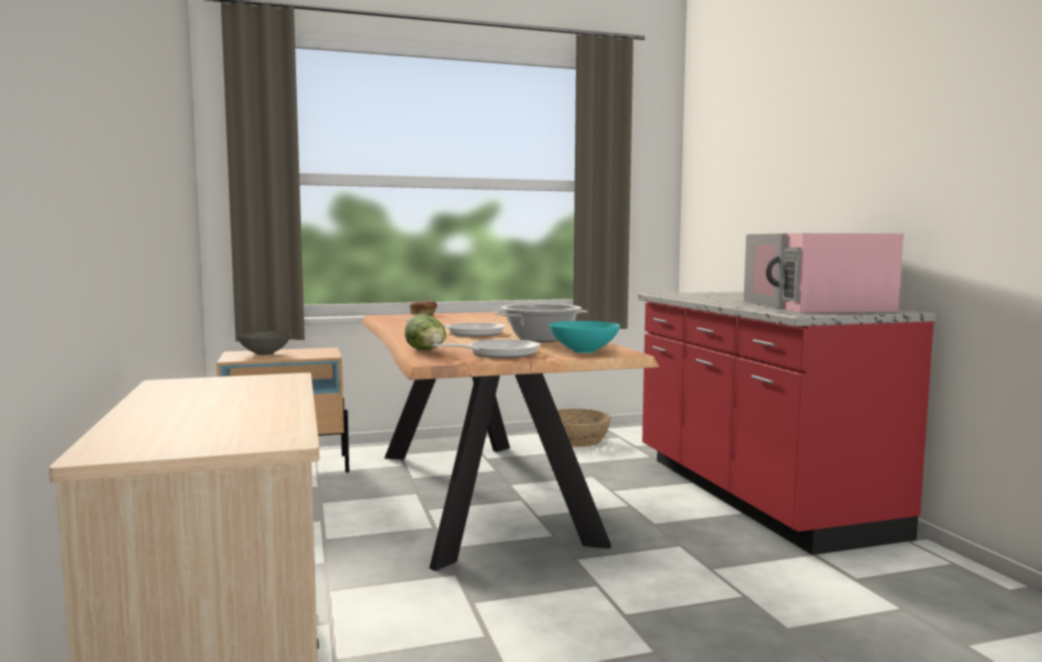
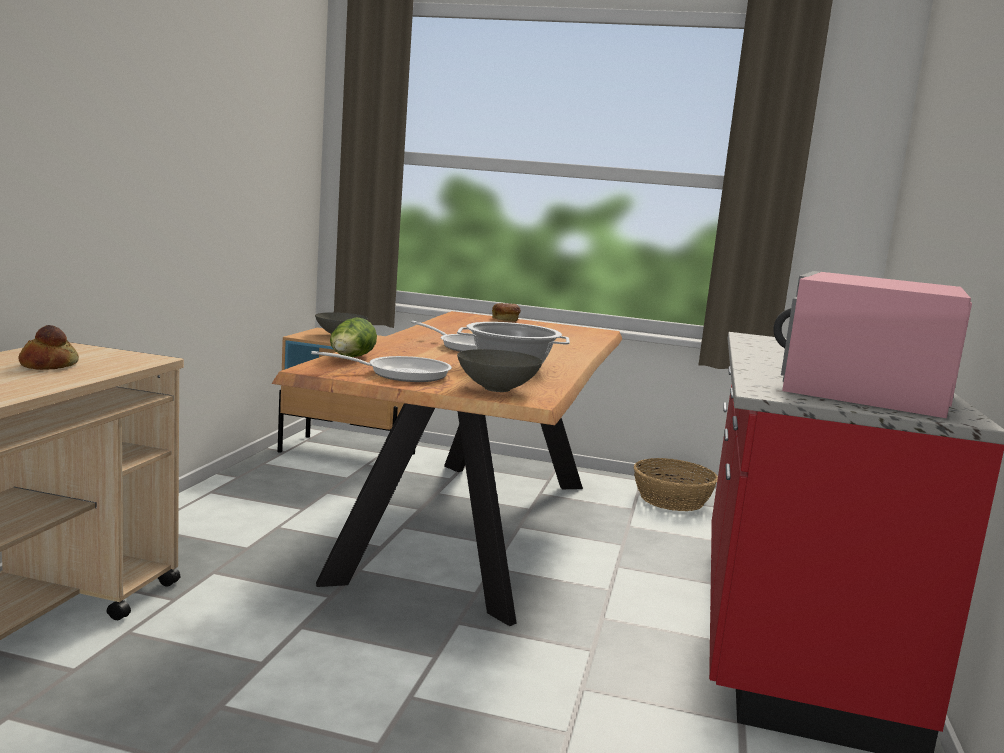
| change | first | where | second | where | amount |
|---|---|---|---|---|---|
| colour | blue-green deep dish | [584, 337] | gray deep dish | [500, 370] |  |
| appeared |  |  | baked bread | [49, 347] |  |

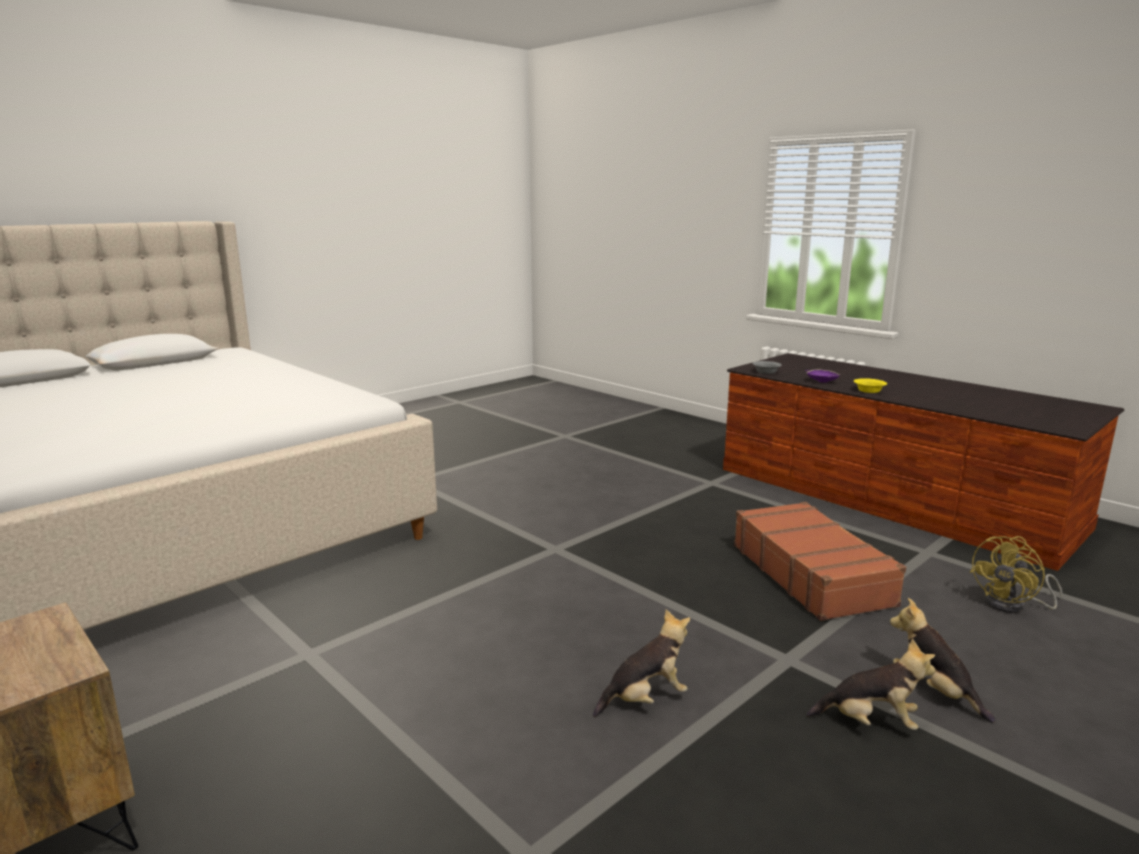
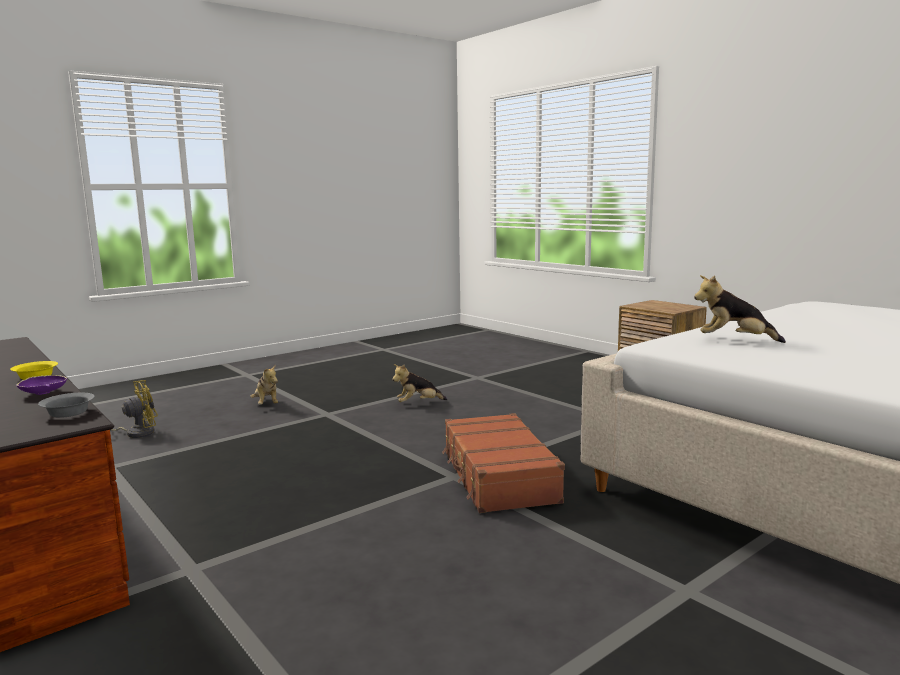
| change | first | where | second | where | amount |
|---|---|---|---|---|---|
| relocated | brownish travel case | [820, 561] |  | [503, 463] |  |
| relocated | soft toy | [870, 684] |  | [740, 309] |  |

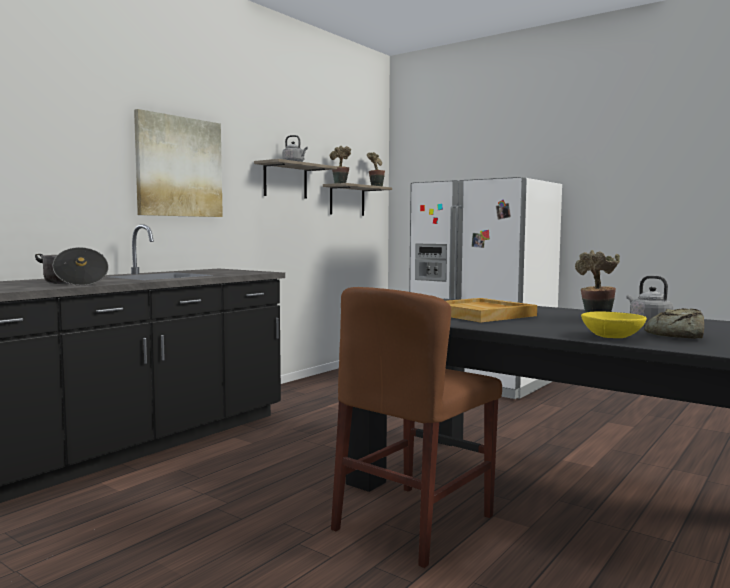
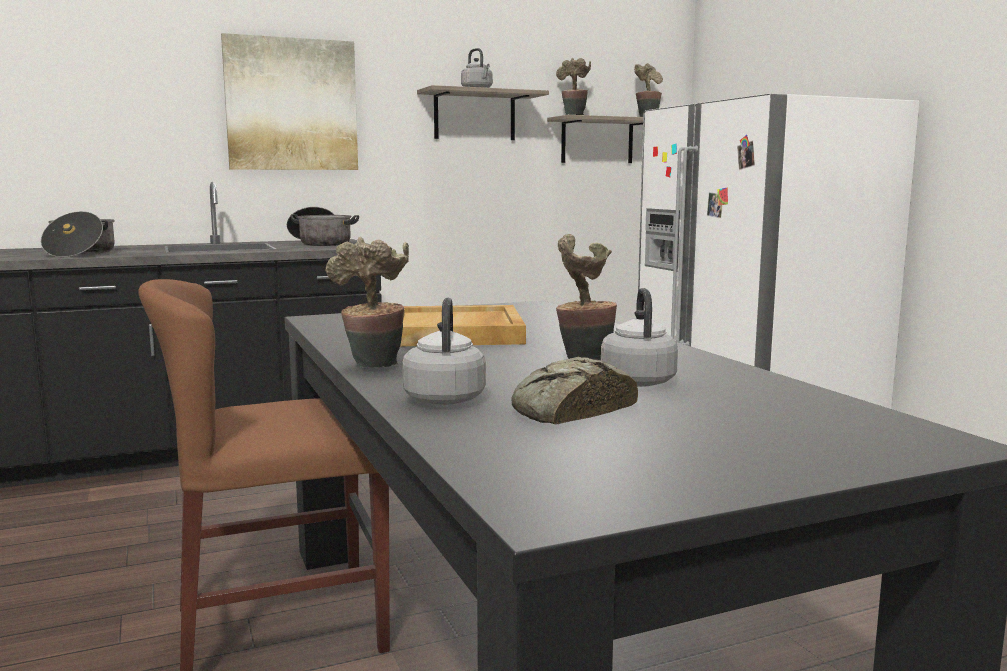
| change | first | where | second | where | amount |
|---|---|---|---|---|---|
| exchanged | yellowish deep dish | [614, 325] | gray water kettle | [444, 351] |  |
| appeared |  |  | cooking pot | [323, 226] |  |
| appeared |  |  | potted plant | [367, 302] |  |

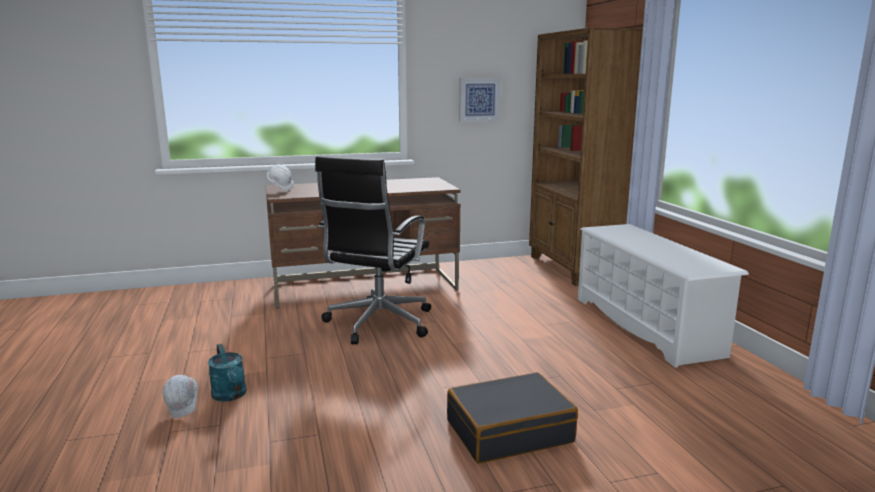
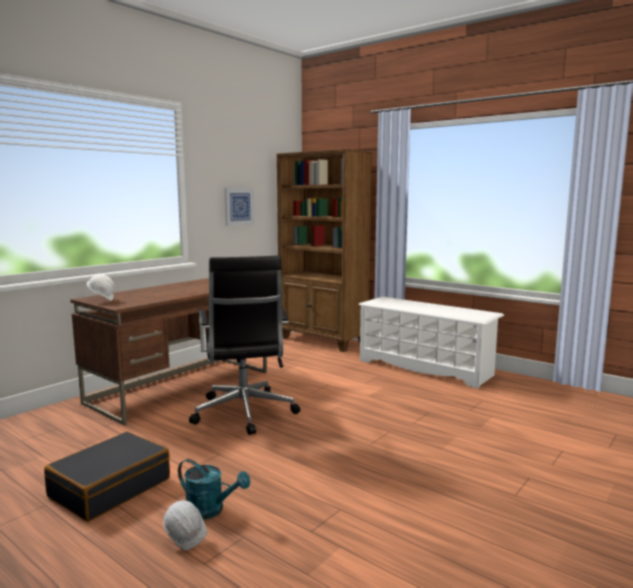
| change | first | where | second | where | amount |
|---|---|---|---|---|---|
| relocated | black travel case | [512, 418] |  | [107, 477] |  |

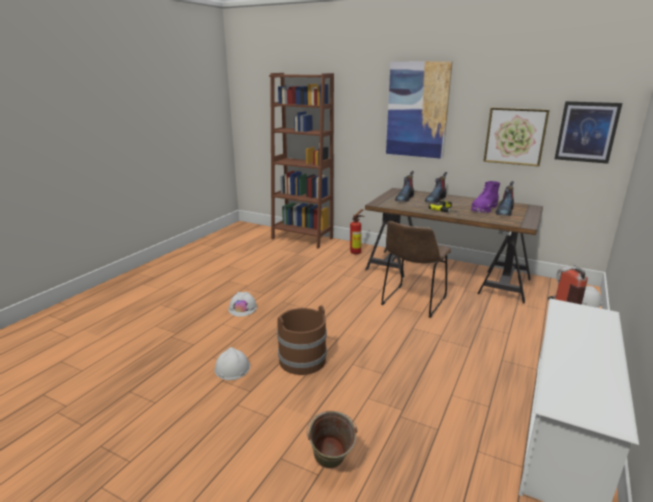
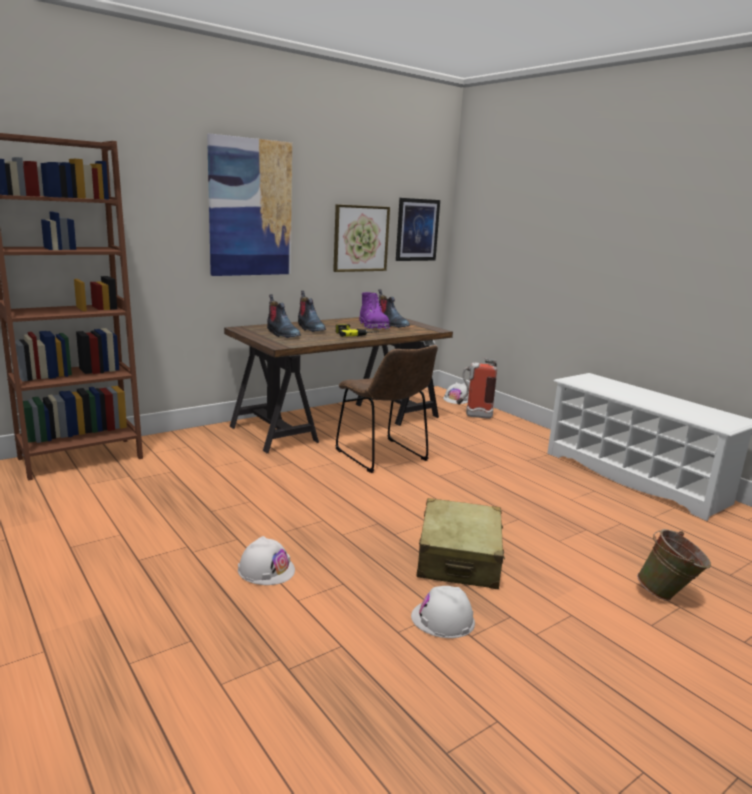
| change | first | where | second | where | amount |
|---|---|---|---|---|---|
| exchanged | brownish water bucket | [302, 340] | beige-coloured travel case | [460, 543] |  |
| missing | fire extinguisher | [357, 231] |  |  |  |

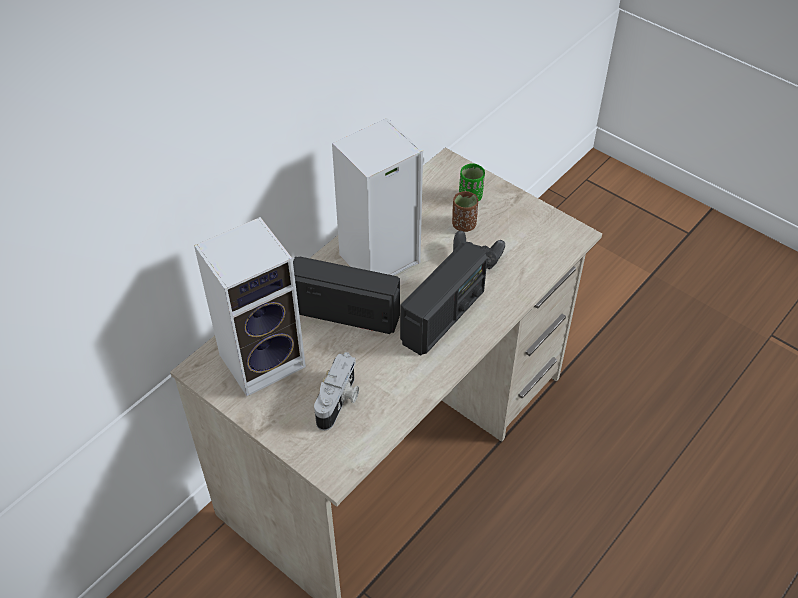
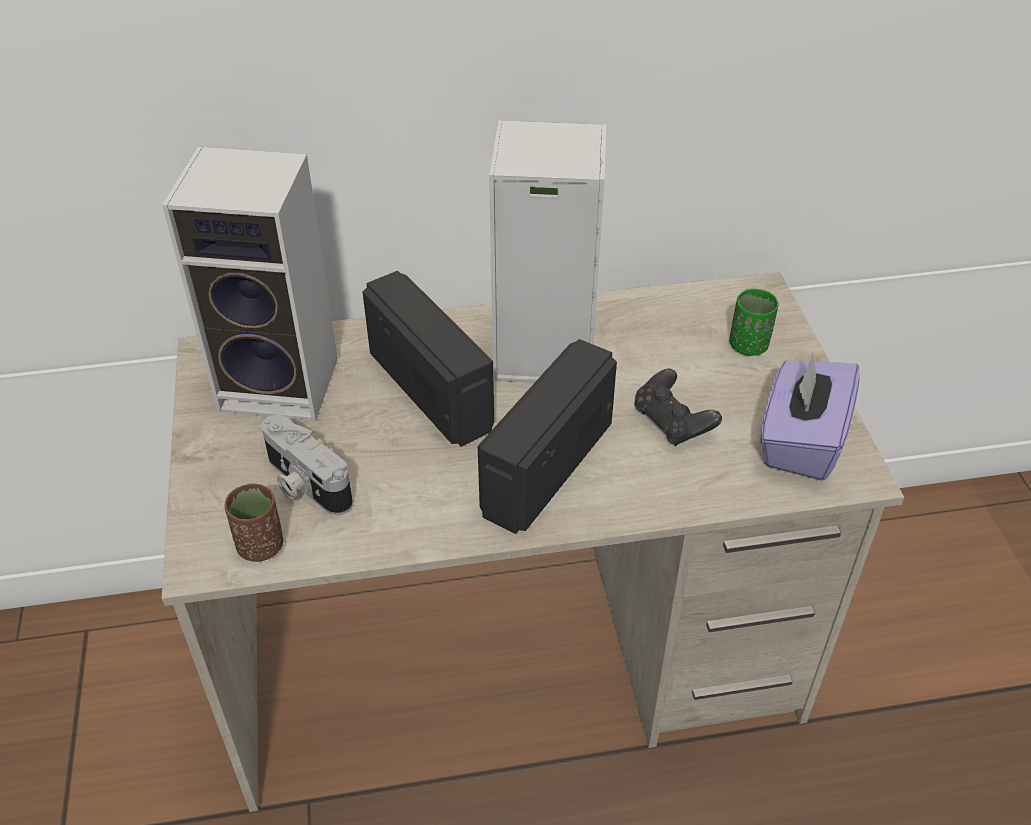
| change | first | where | second | where | amount |
|---|---|---|---|---|---|
| spun | photo camera | [336, 391] |  | [307, 465] | 75 degrees clockwise |
| spun | radio receiver | [443, 298] |  | [547, 436] | 135 degrees clockwise |
| relocated | brownish cup | [465, 211] |  | [254, 522] |  |
| appeared |  |  | purple box of tissues | [810, 416] |  |

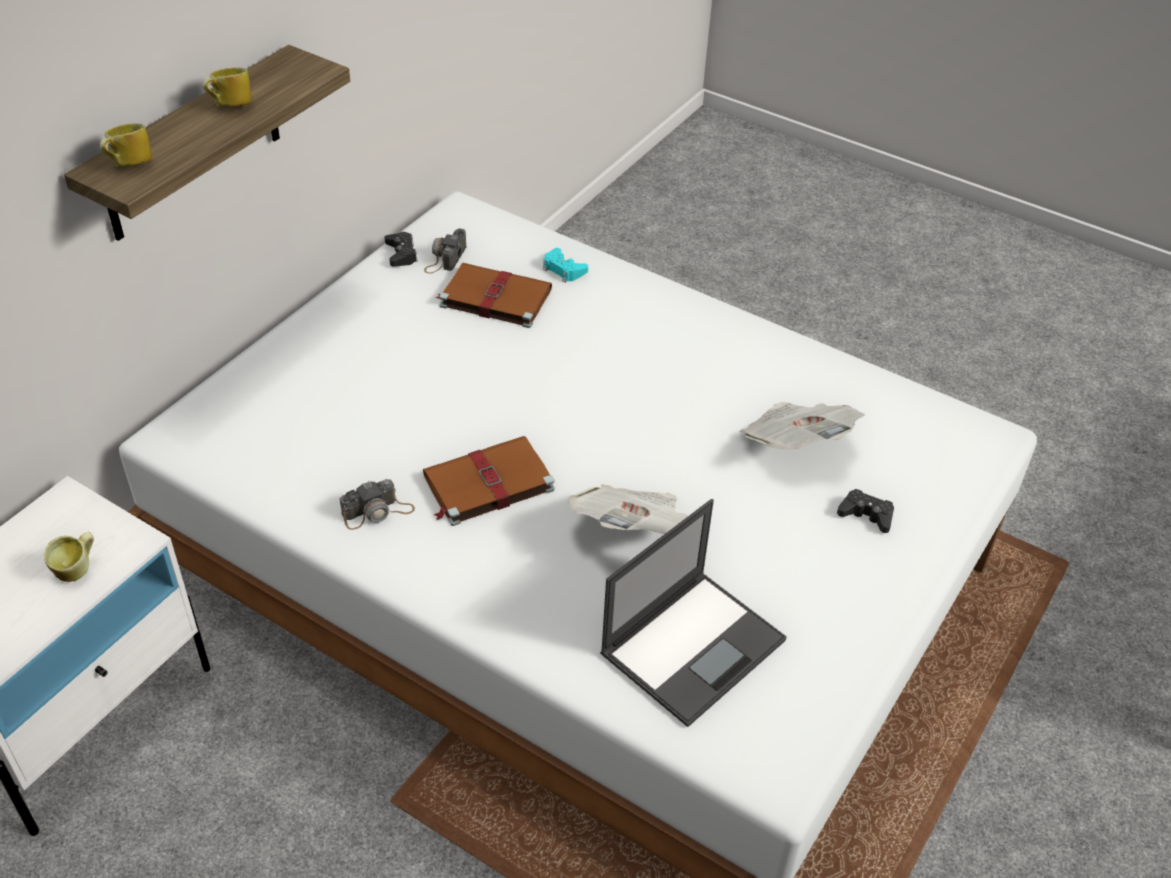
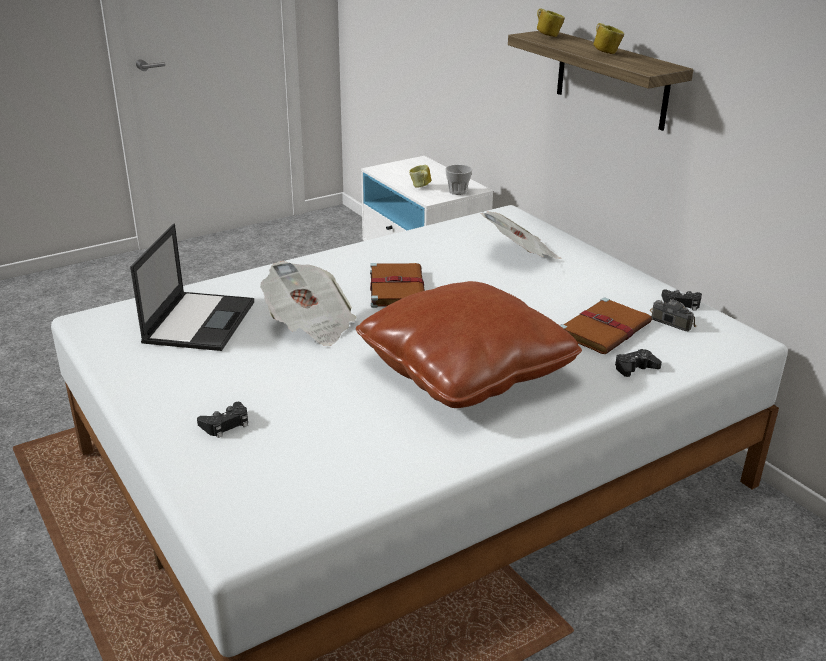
| change | first | where | second | where | amount |
|---|---|---|---|---|---|
| missing | photo camera | [377, 504] |  |  |  |
| colour | blue-green gamepad | [565, 265] | black gamepad | [638, 363] |  |
| spun | portable computer | [693, 613] |  | [192, 287] | 150 degrees counterclockwise |
| relocated | daily paper | [802, 426] |  | [521, 235] |  |
| appeared |  |  | brownish throw pillow | [469, 344] |  |
| appeared |  |  | cup | [458, 180] |  |

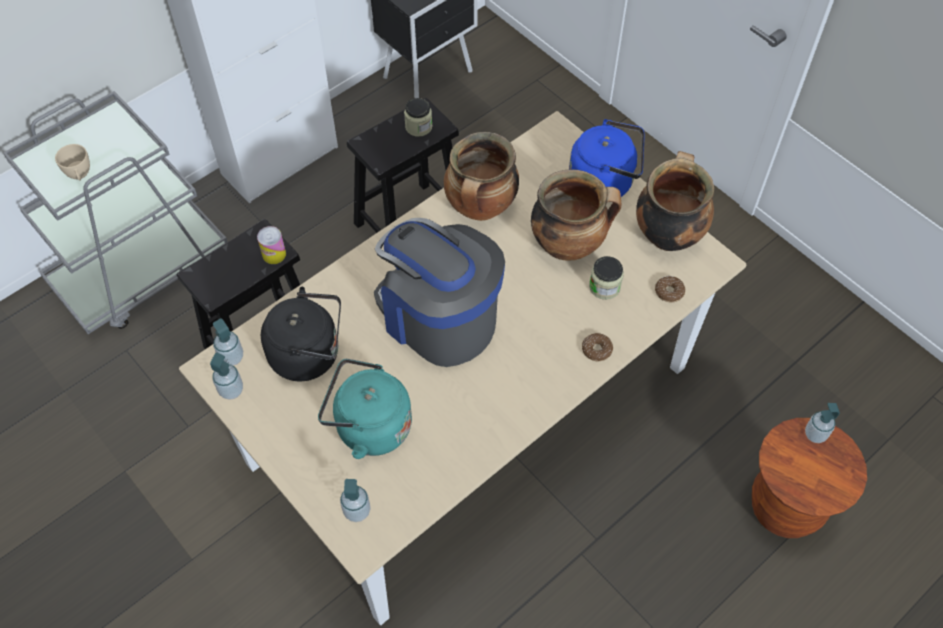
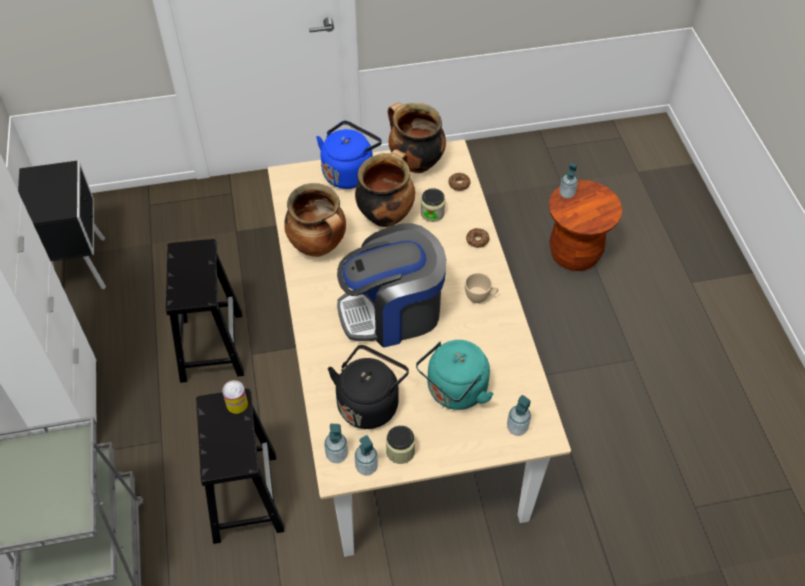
| change | first | where | second | where | amount |
|---|---|---|---|---|---|
| relocated | beige-coloured cup | [72, 162] |  | [482, 288] |  |
| relocated | storage jar | [418, 117] |  | [400, 445] |  |

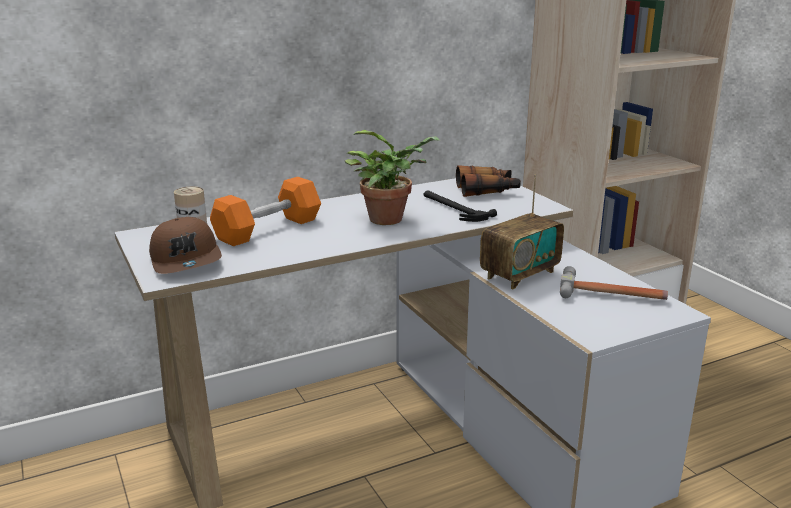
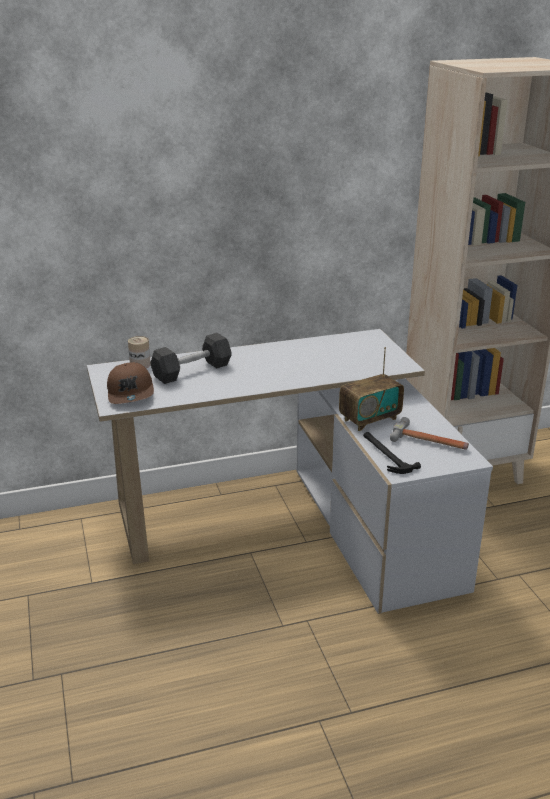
| change | first | where | second | where | amount |
|---|---|---|---|---|---|
| colour | orangey hand weight | [265, 211] | gray hand weight | [191, 358] |  |
| missing | potted plant | [392, 177] |  |  |  |
| relocated | tool hammer | [460, 206] |  | [392, 453] |  |
| missing | binoculars | [488, 181] |  |  |  |

